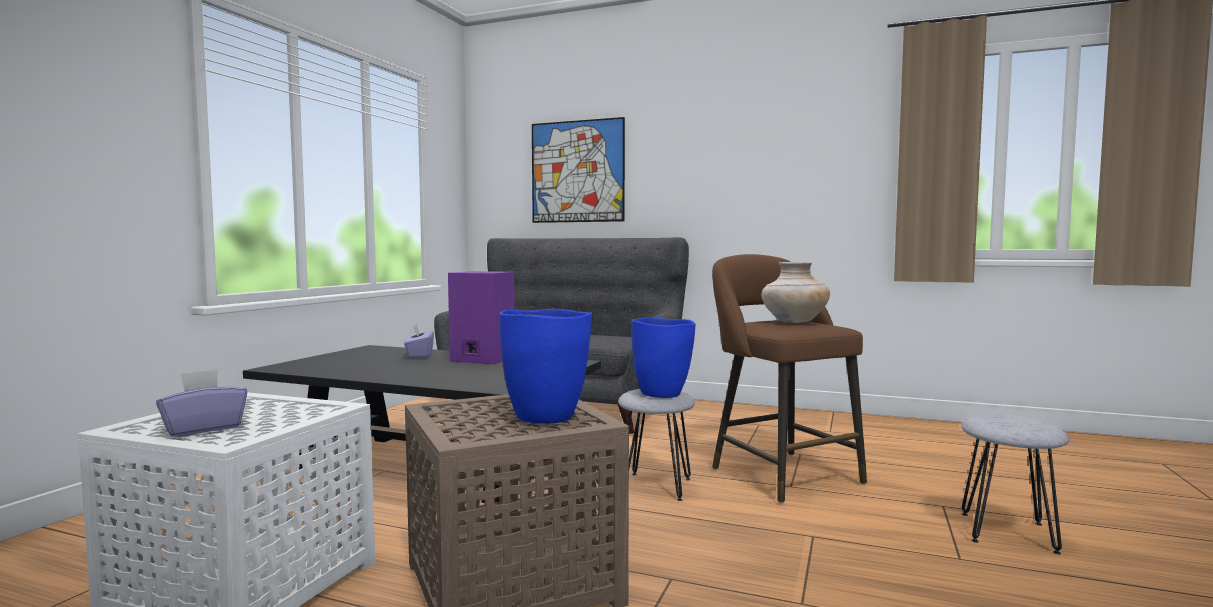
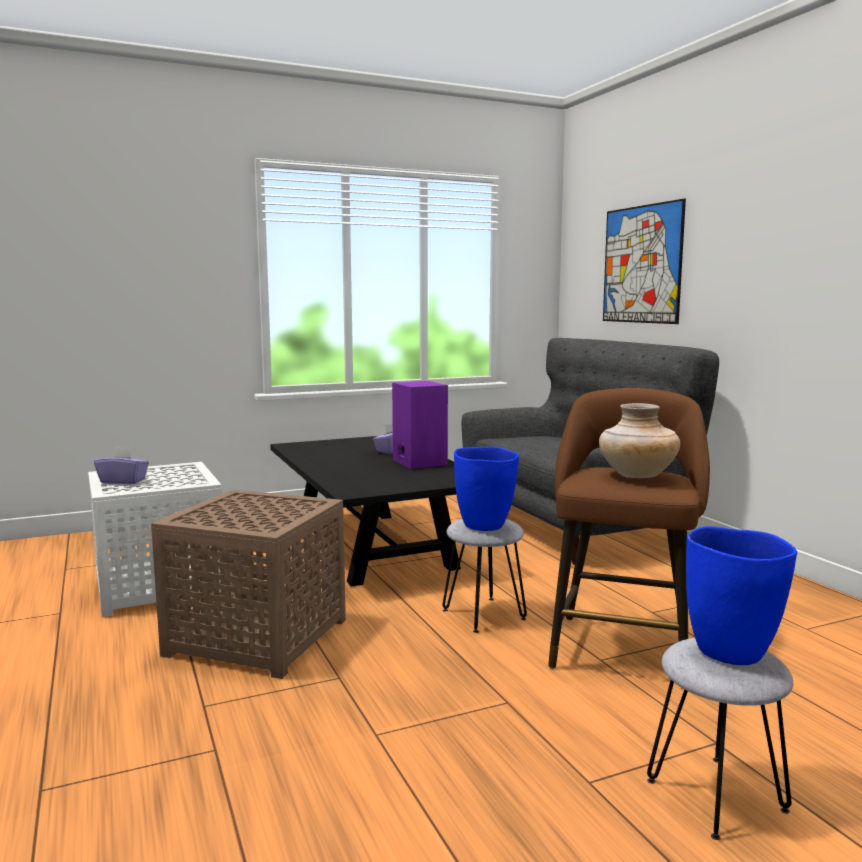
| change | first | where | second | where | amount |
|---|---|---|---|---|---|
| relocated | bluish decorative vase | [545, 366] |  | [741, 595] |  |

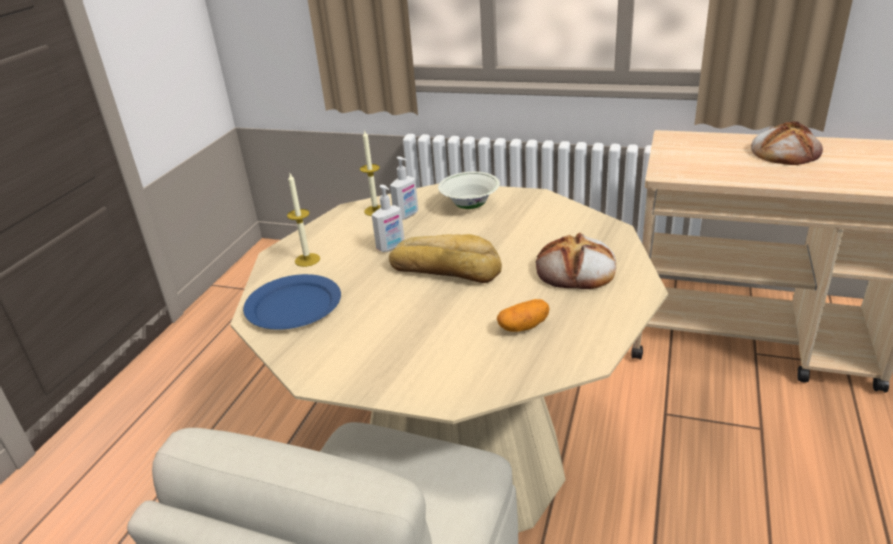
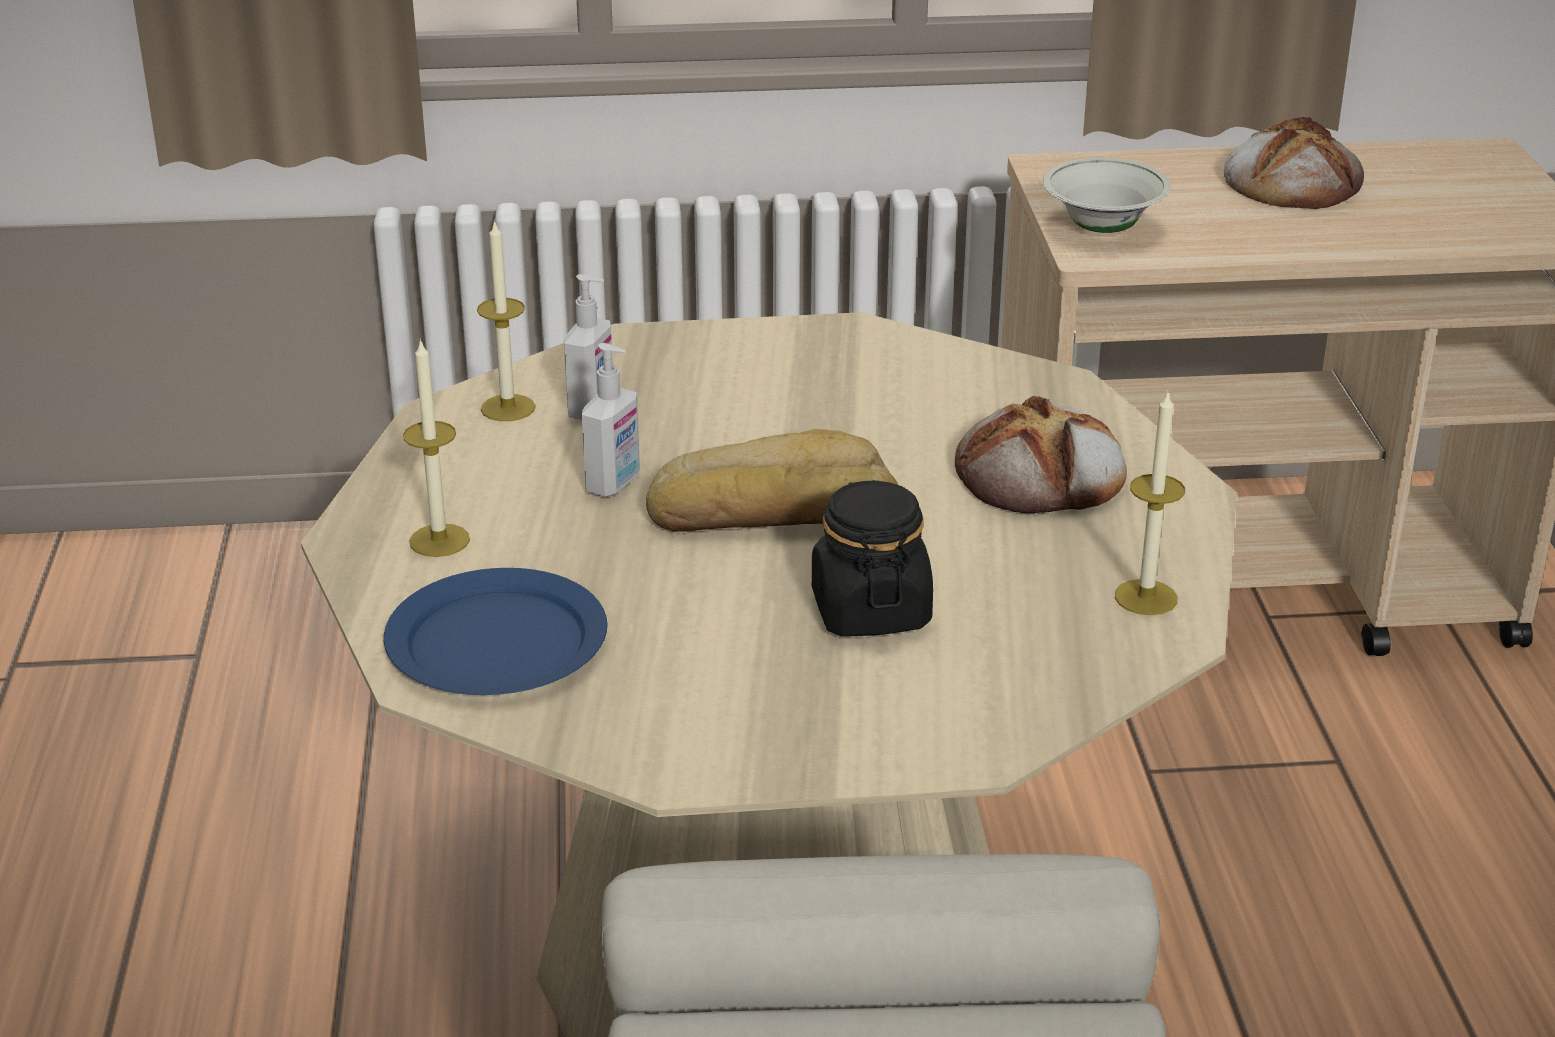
| change | first | where | second | where | amount |
|---|---|---|---|---|---|
| relocated | whitish deep dish | [469, 190] |  | [1107, 195] |  |
| missing | potato | [523, 315] |  |  |  |
| appeared |  |  | black storage jar | [872, 558] |  |
| appeared |  |  | wax light | [1150, 502] |  |

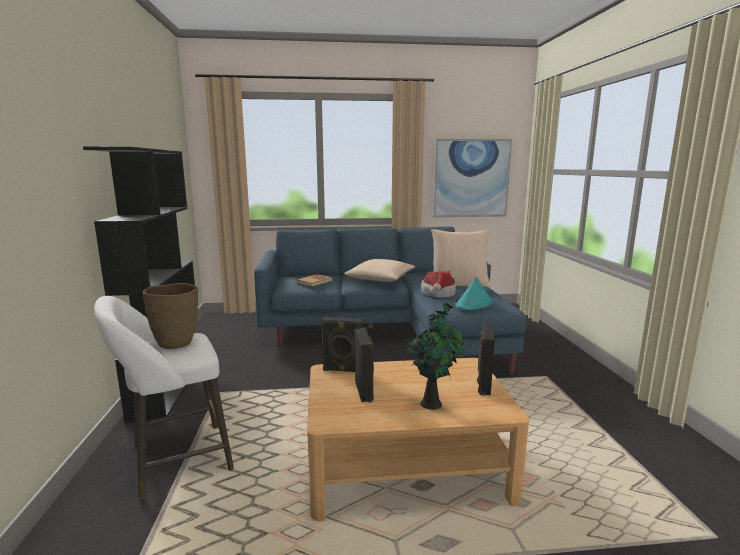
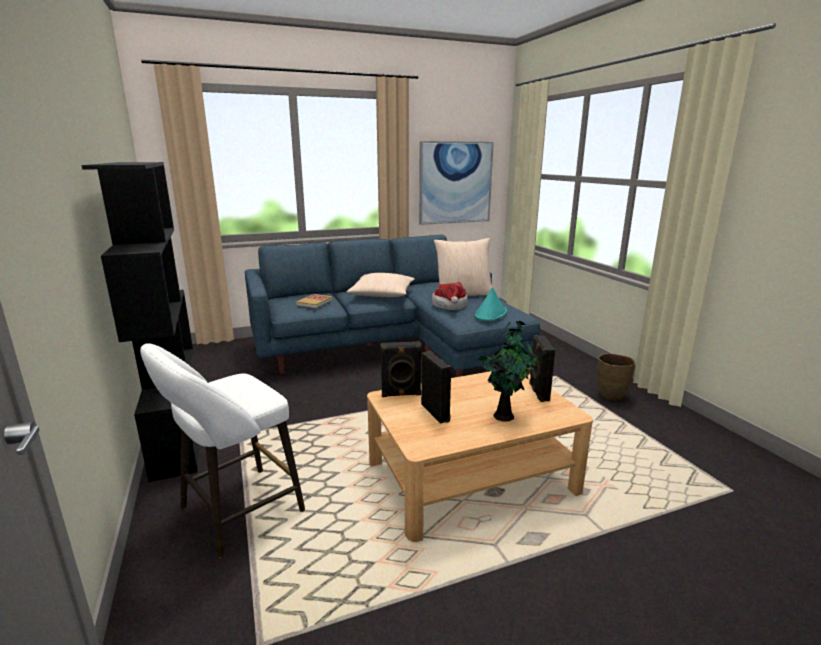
| change | first | where | second | where | amount |
|---|---|---|---|---|---|
| relocated | brownish decorative vase | [170, 316] |  | [616, 377] |  |

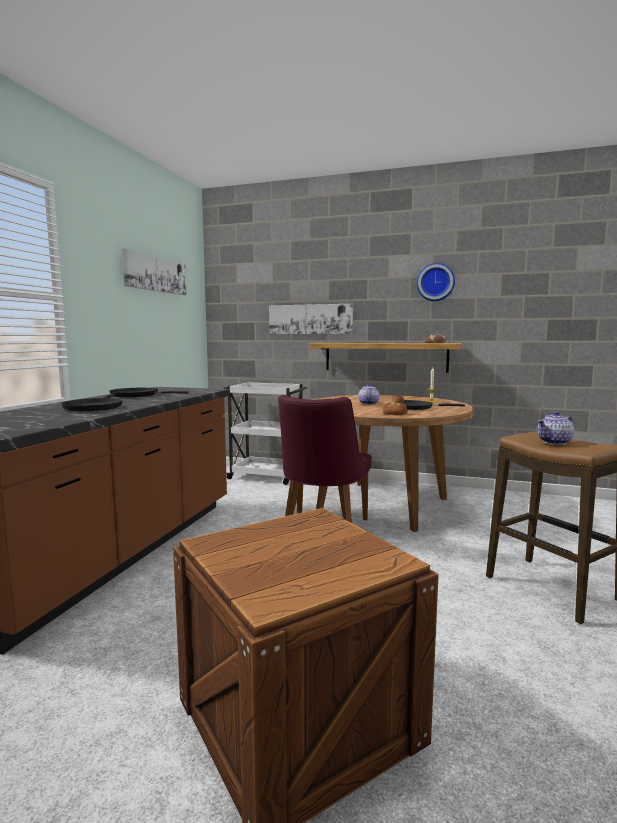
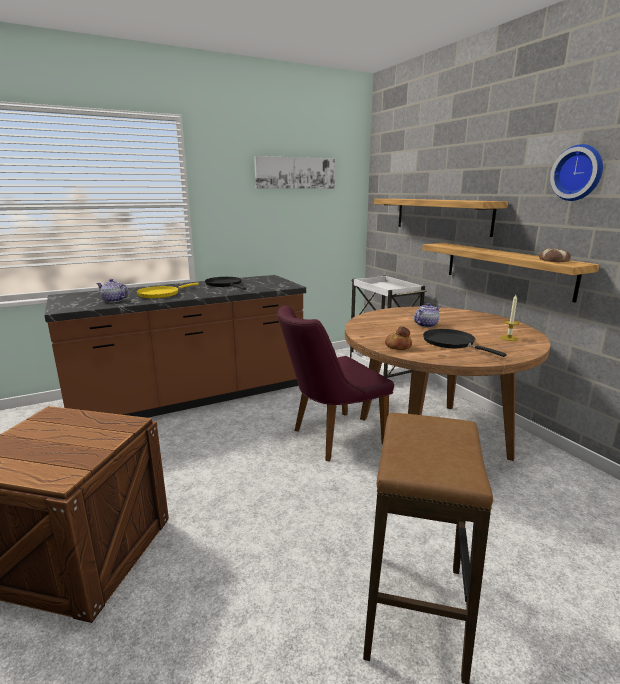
| change | first | where | second | where | amount |
|---|---|---|---|---|---|
| colour | black pan | [92, 402] | yellowish pan | [167, 290] |  |
| exchanged | picture | [311, 319] | bracket shelf | [441, 218] |  |
| relocated | pot for tea | [555, 428] |  | [112, 291] |  |

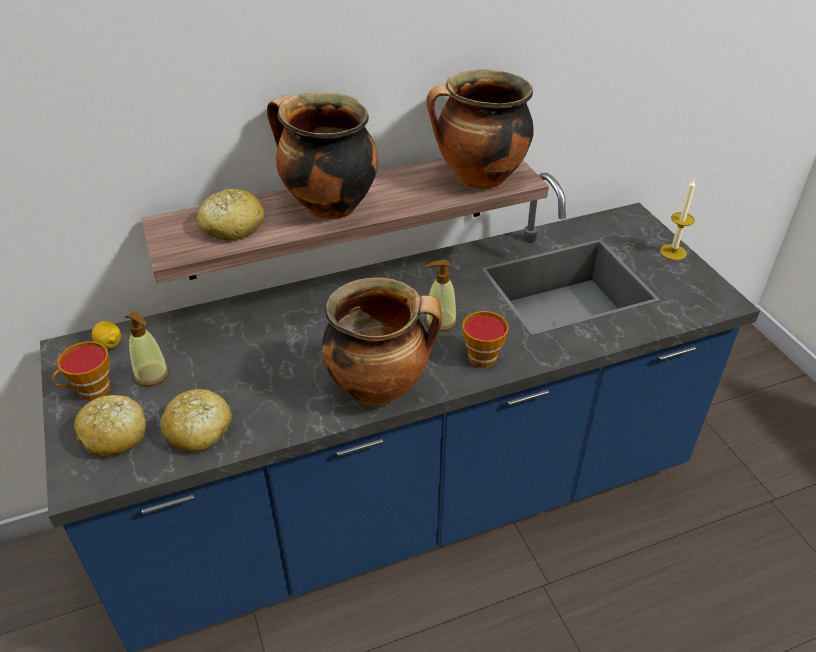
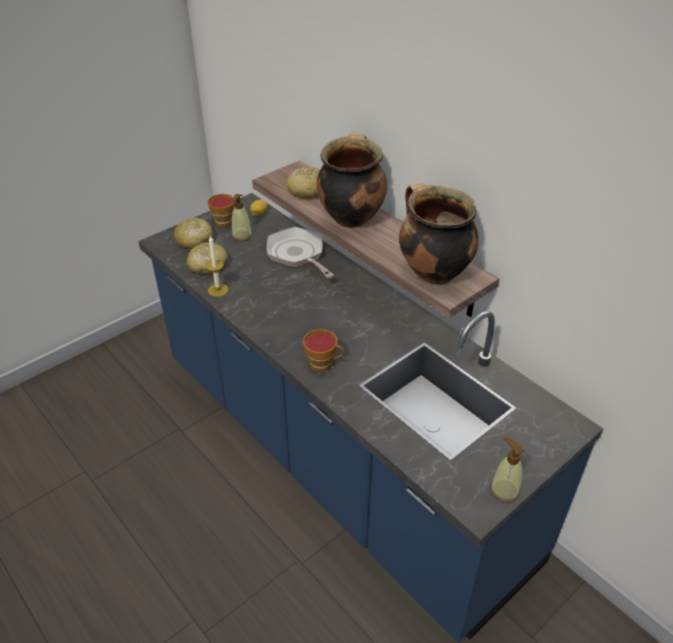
| change | first | where | second | where | amount |
|---|---|---|---|---|---|
| missing | cooking pot | [382, 341] |  |  |  |
| relocated | liquid soap bottle | [441, 295] |  | [507, 470] |  |
| relocated | wax light | [677, 219] |  | [217, 266] |  |
| appeared |  |  | pan | [300, 252] |  |

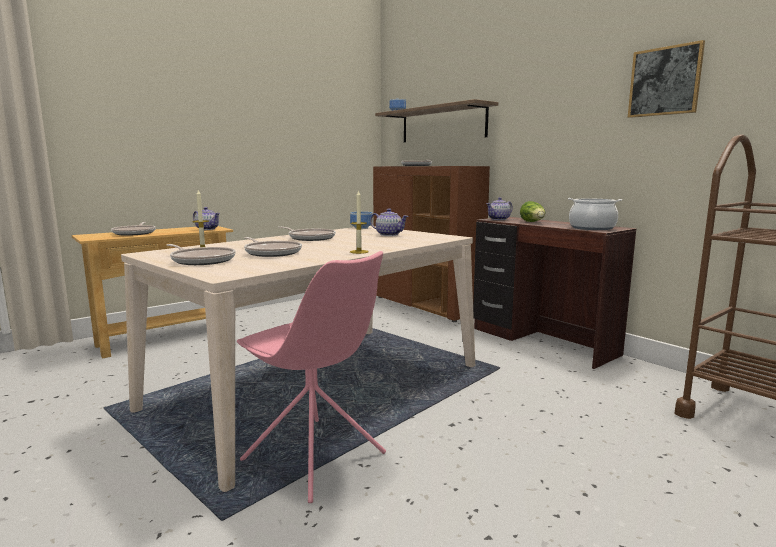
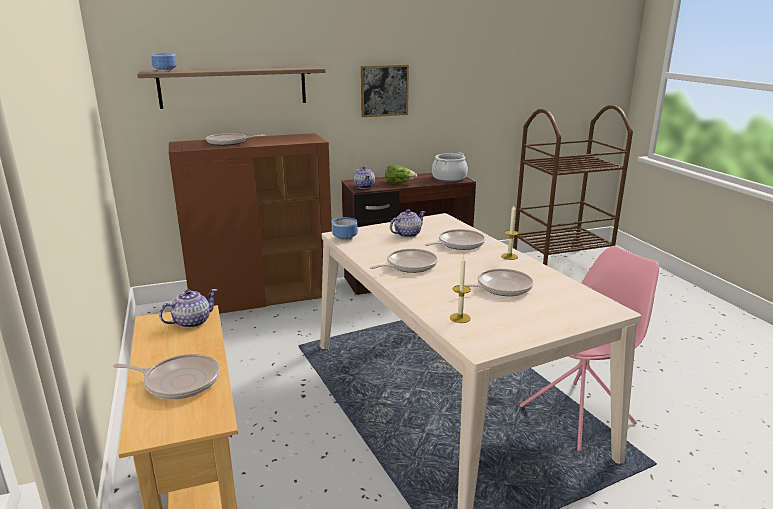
| change | first | where | second | where | amount |
|---|---|---|---|---|---|
| relocated | pan | [201, 254] |  | [455, 239] |  |
| relocated | picture | [666, 79] |  | [385, 91] |  |

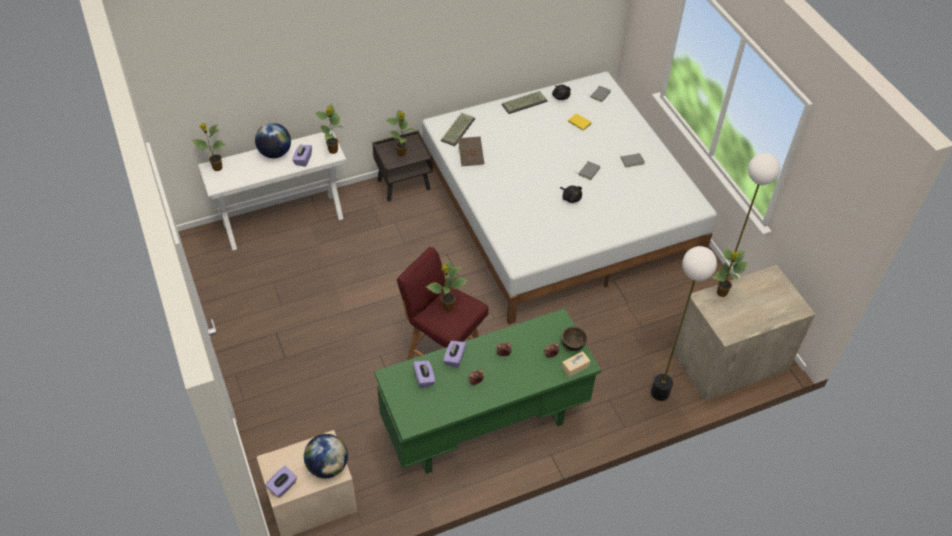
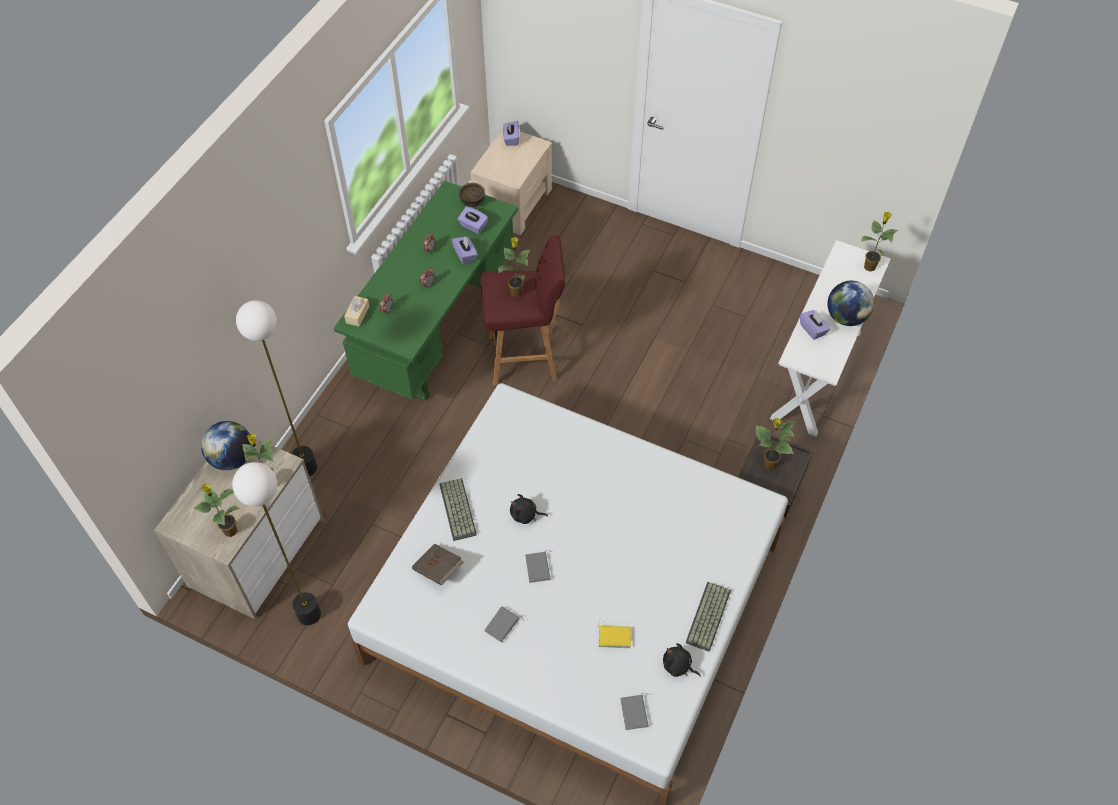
| change | first | where | second | where | amount |
|---|---|---|---|---|---|
| relocated | desk globe | [326, 456] |  | [226, 445] |  |
| relocated | potted plant | [329, 129] |  | [217, 510] |  |
| relocated | PC keyboard | [458, 129] |  | [458, 509] |  |
| relocated | brownish book | [471, 151] |  | [437, 564] |  |
| relocated | brownish deep dish | [574, 339] |  | [472, 195] |  |

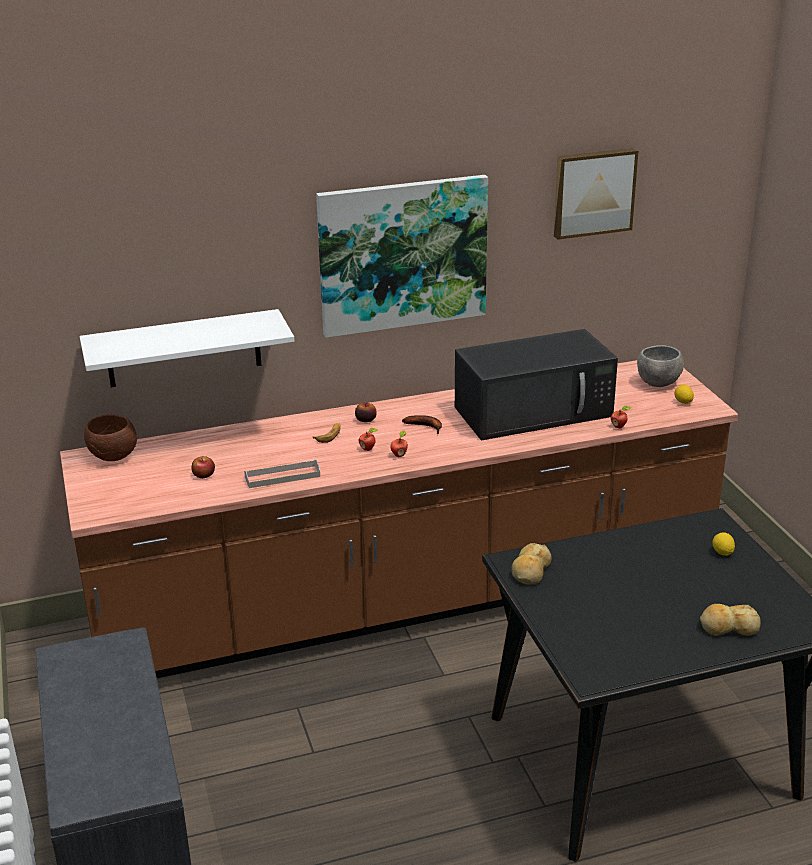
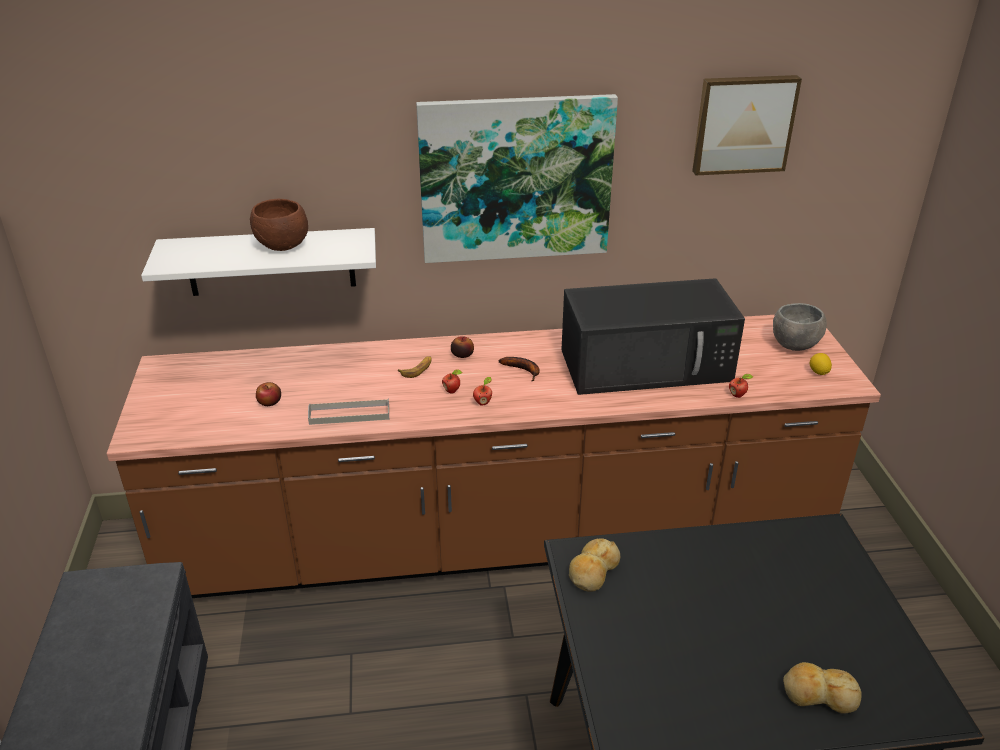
| change | first | where | second | where | amount |
|---|---|---|---|---|---|
| relocated | brownish deep dish | [110, 437] |  | [279, 224] |  |
| missing | whole lemon | [723, 544] |  |  |  |

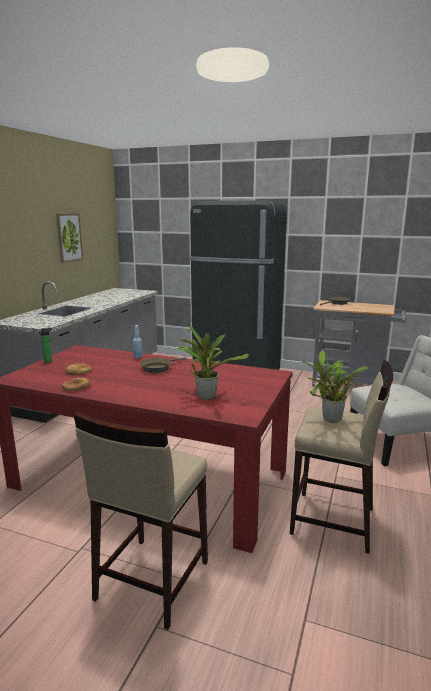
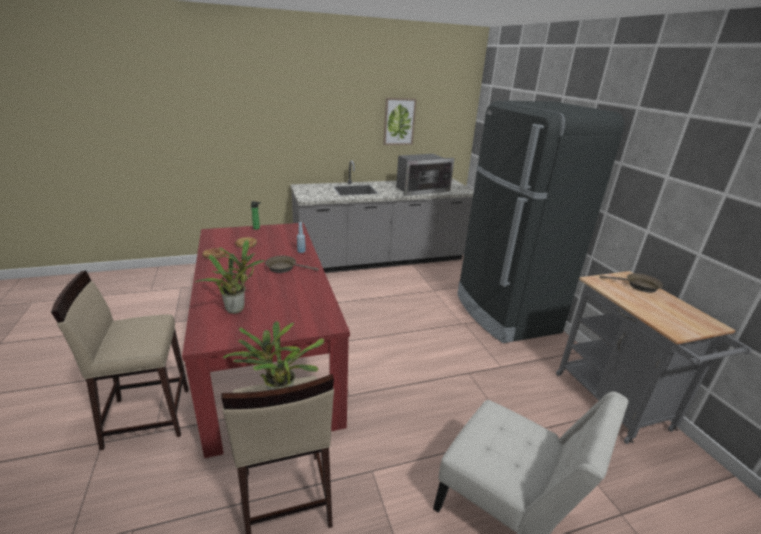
| change | first | where | second | where | amount |
|---|---|---|---|---|---|
| appeared |  |  | microwave | [425, 175] |  |

